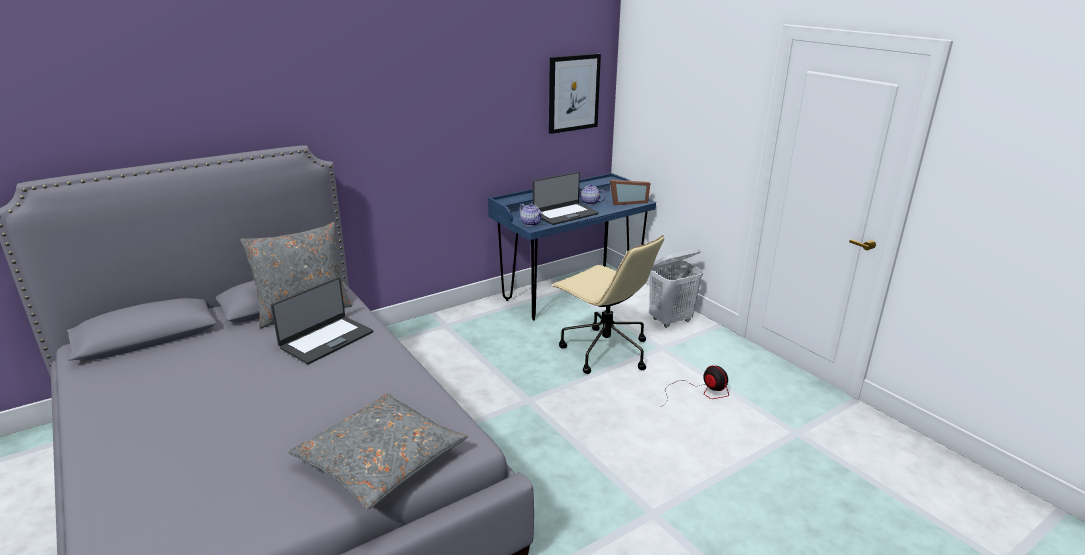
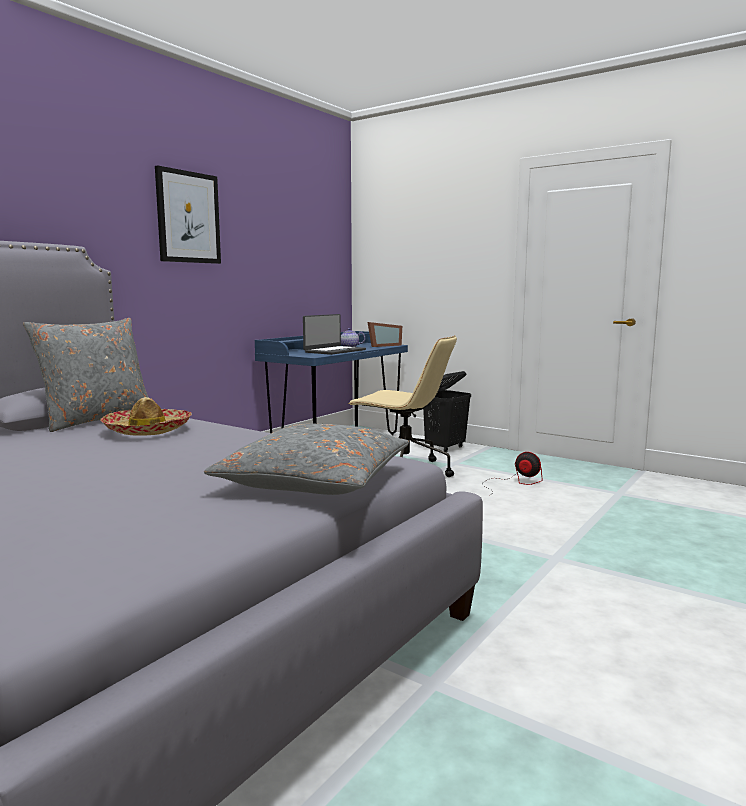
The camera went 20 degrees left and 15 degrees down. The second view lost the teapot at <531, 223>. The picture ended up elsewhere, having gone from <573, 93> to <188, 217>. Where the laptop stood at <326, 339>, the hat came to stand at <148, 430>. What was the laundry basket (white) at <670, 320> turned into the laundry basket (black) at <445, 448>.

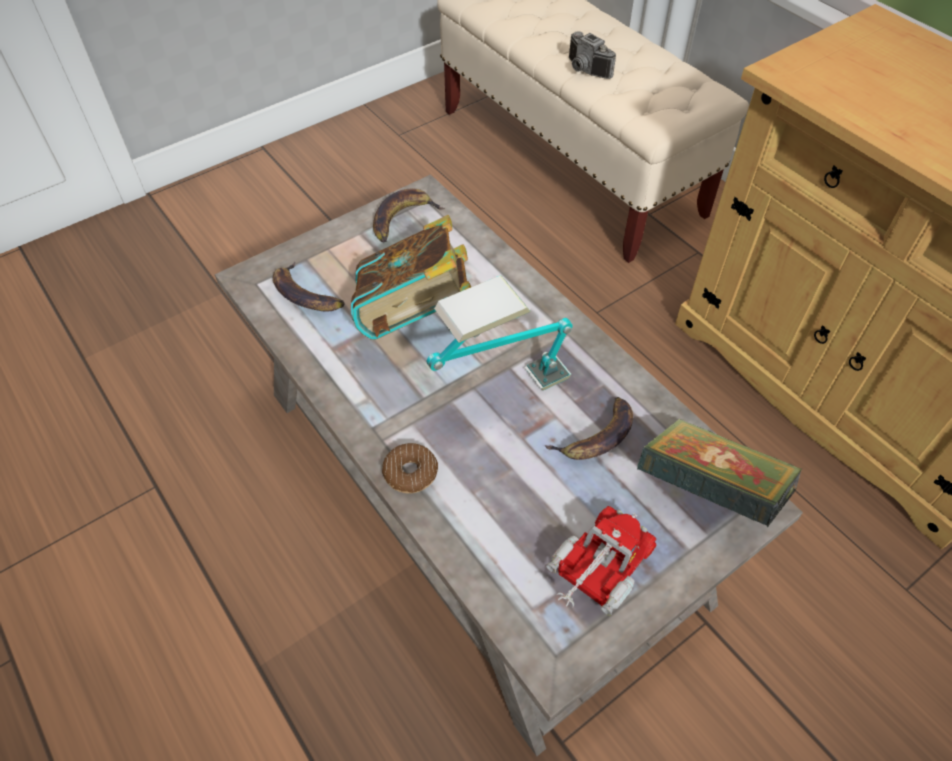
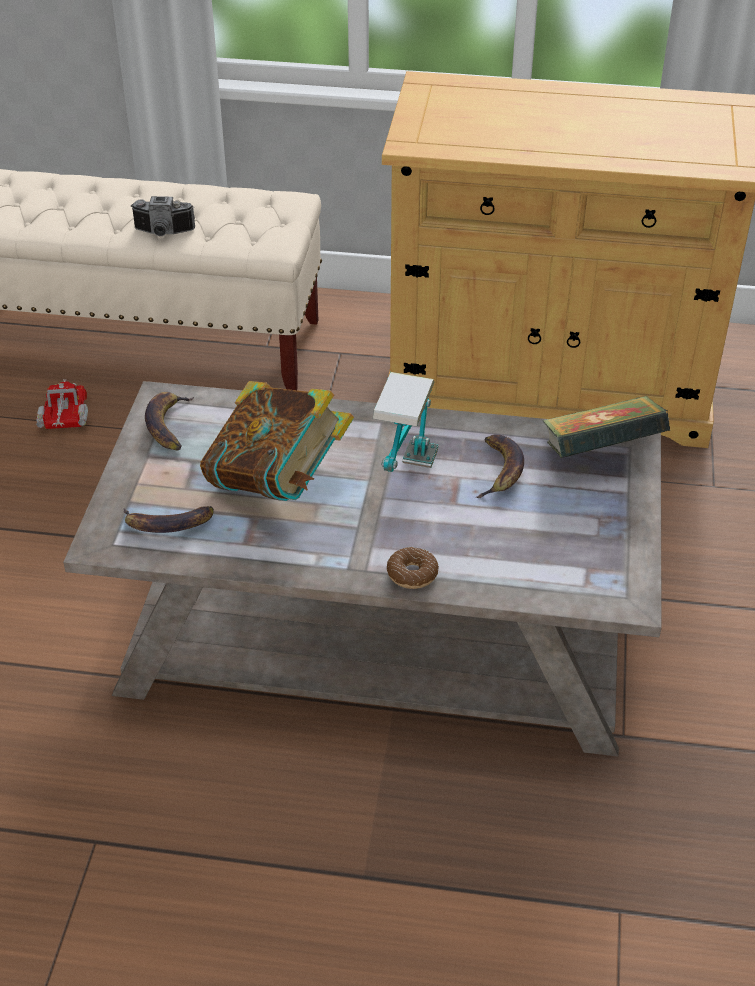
The camera went 45 degrees left and 10 degrees down. The toy truck ended up elsewhere, having gone from <596, 572> to <65, 419>.

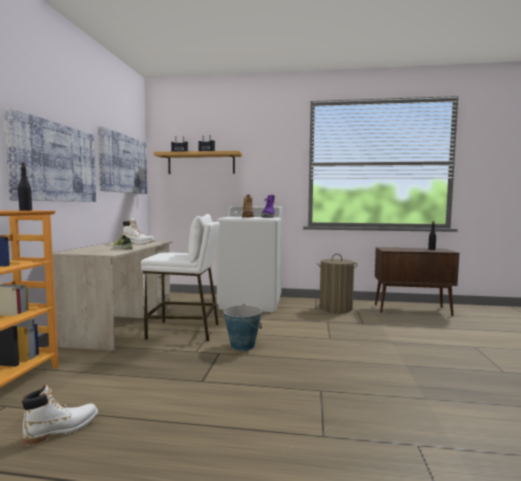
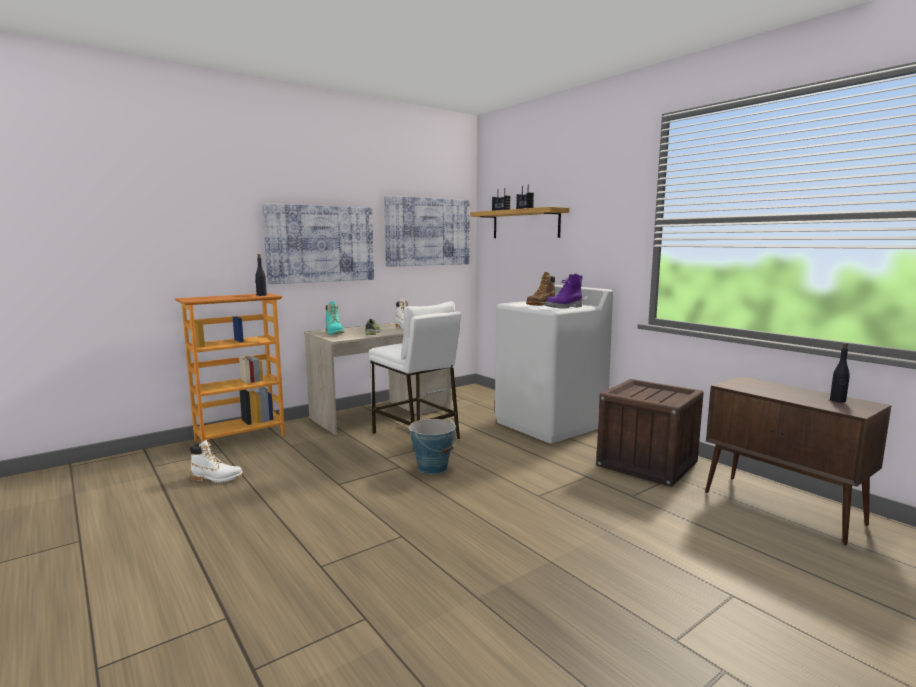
The camera went 45 degrees right and 5 degrees up. The second view gained the boot (turquoise) at <334, 333>. Where the laundry basket stood at <336, 308>, the crate came to stand at <647, 464>.

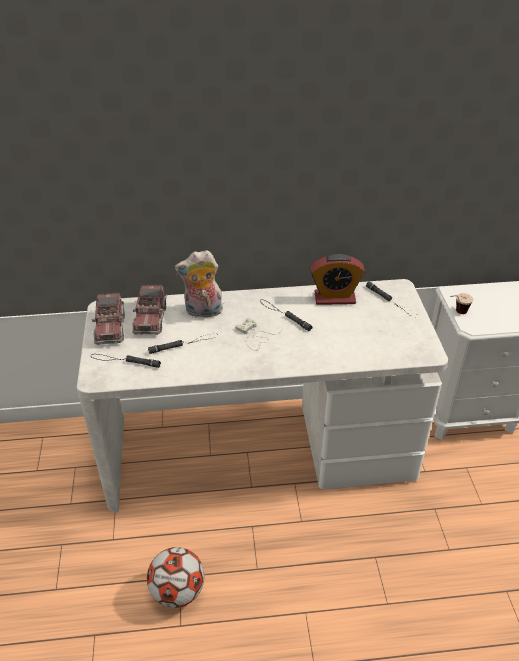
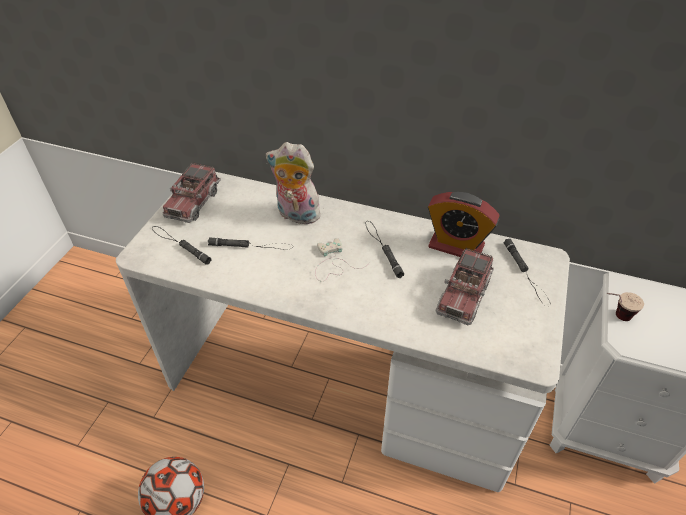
The camera went 25 degrees right and 5 degrees up. The toy truck ended up elsewhere, having gone from <150, 318> to <463, 295>.

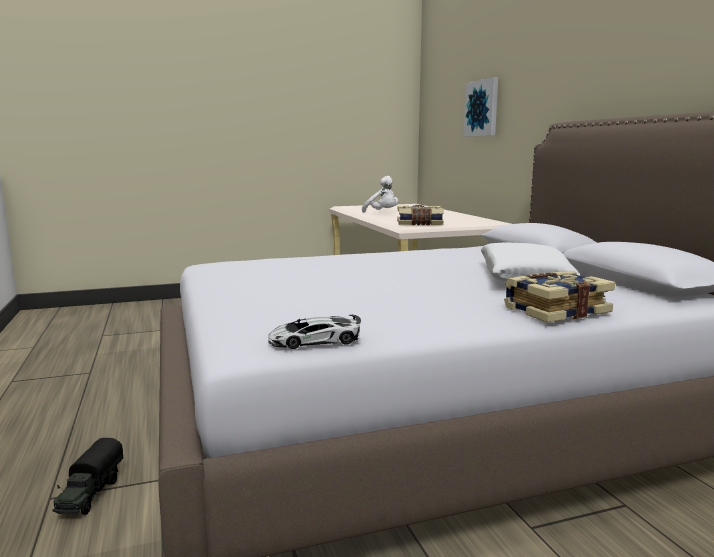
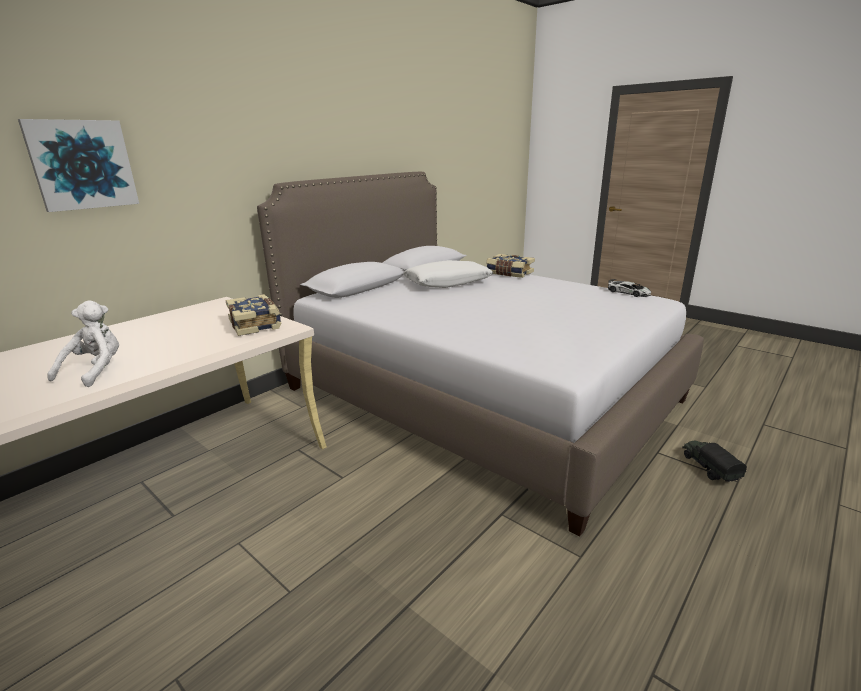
The camera went 120 degrees left and 10 degrees up. The toy truck at <90, 494> ended up facing another way, 75 degrees counterclockwise from before.

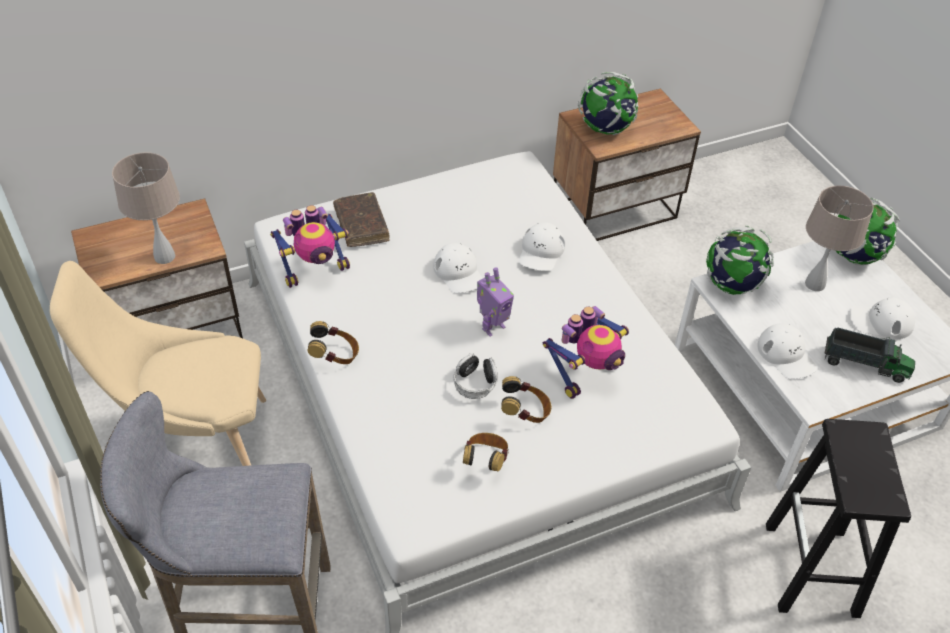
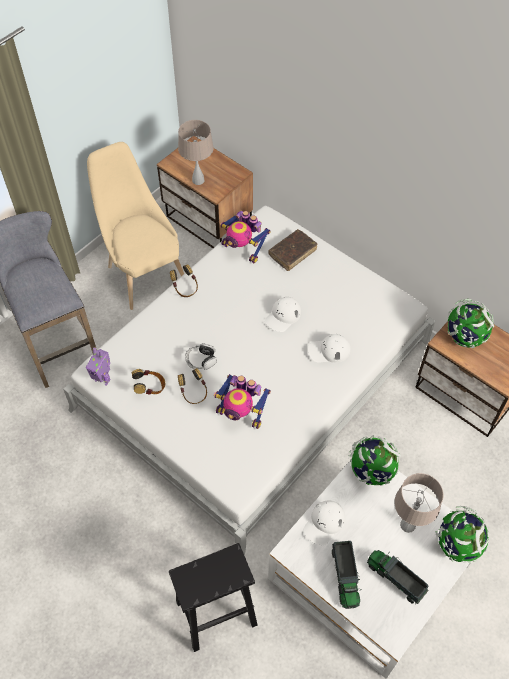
The camera went 65 degrees right and 10 degrees up. The toy robot ended up elsewhere, having gone from <492, 327> to <103, 379>. Where the cap (white) stood at <880, 322>, the toy truck came to stand at <395, 578>.

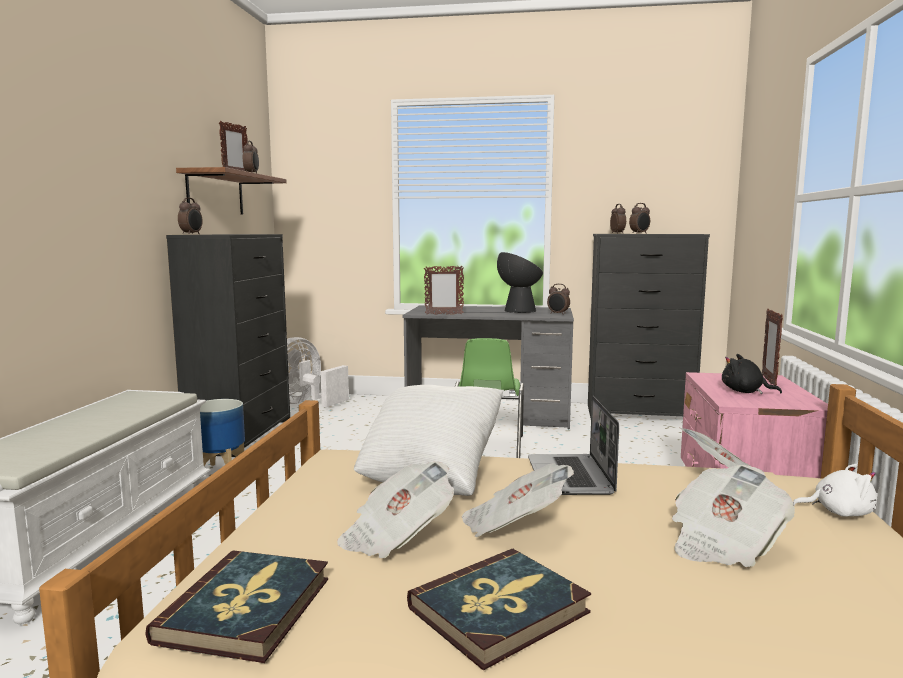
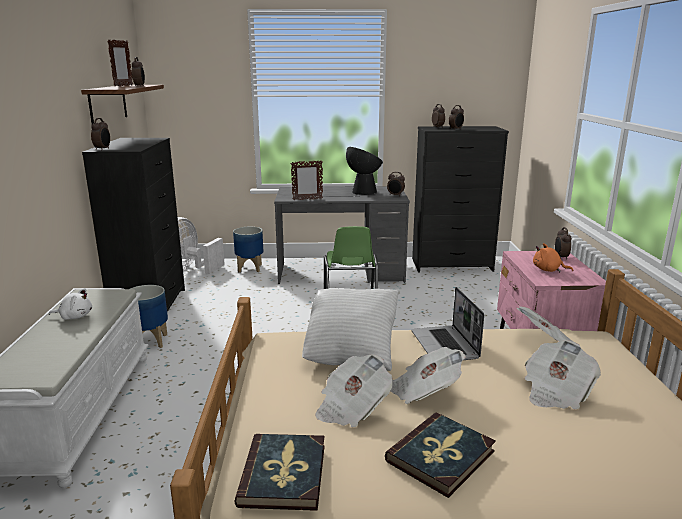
The camera went 10 degrees left and 10 degrees up. The second view gained the planter at <250, 268>. The plush toy (white) ended up elsewhere, having gone from <838, 512> to <75, 316>. Where the picture frame stood at <769, 381>, the alarm clock came to stand at <560, 257>. What was the plush toy (black) at <745, 392> turned into the plush toy (orange) at <548, 270>.

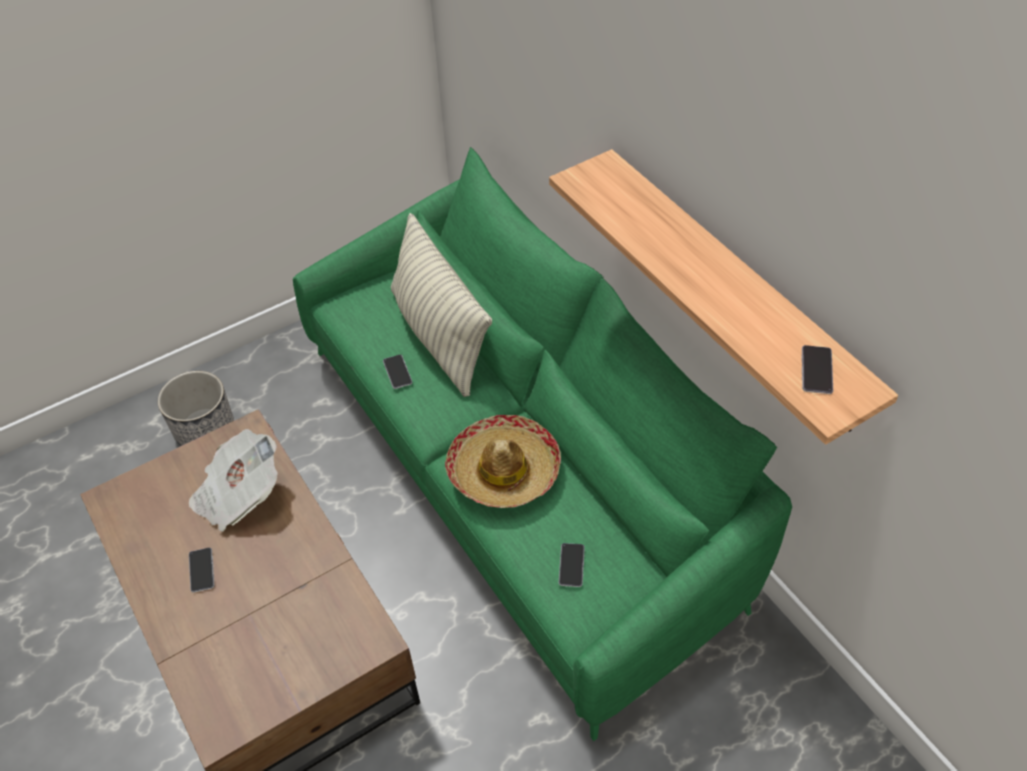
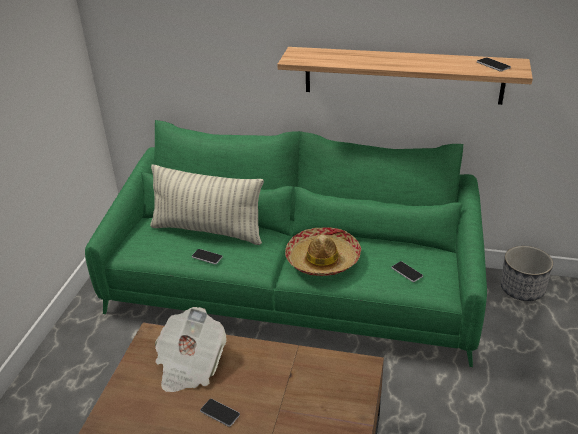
The camera went 45 degrees left and 15 degrees down. The planter ended up elsewhere, having gone from <205, 429> to <522, 289>.

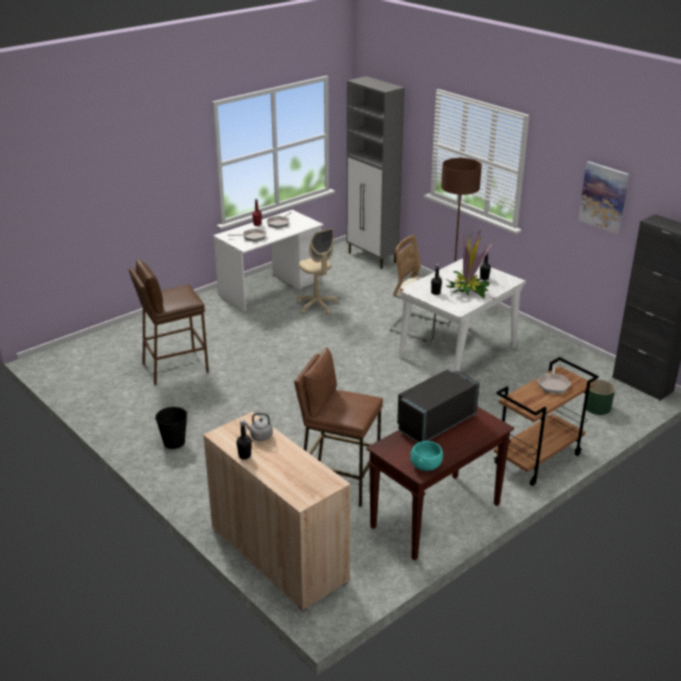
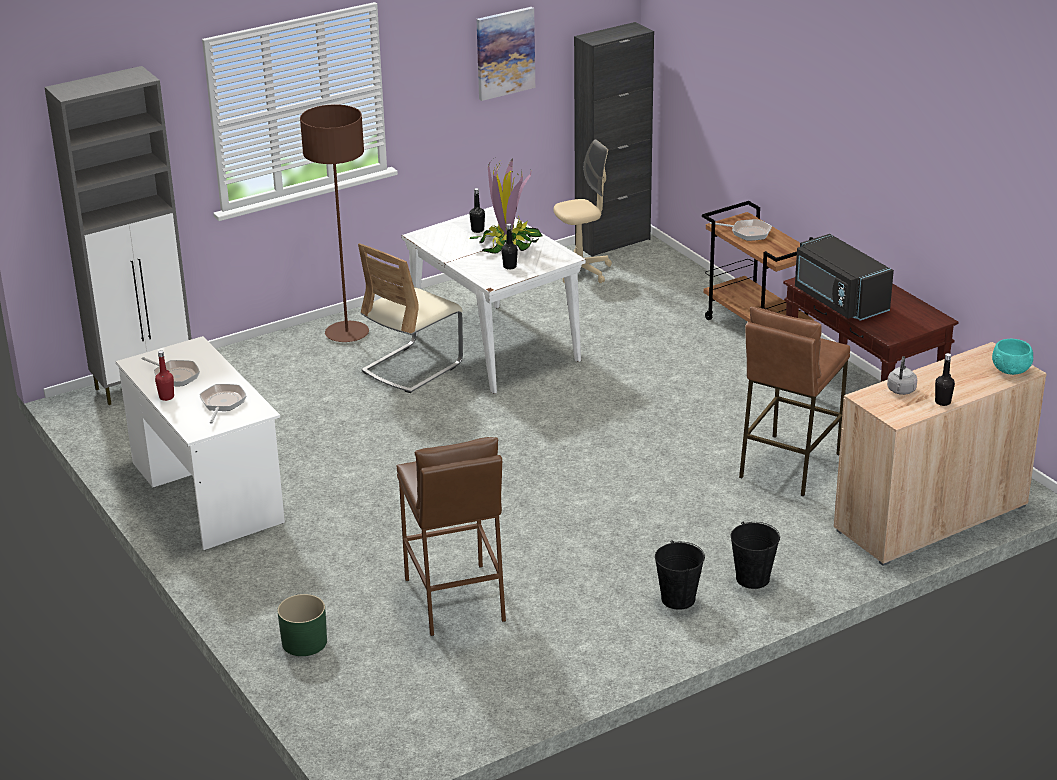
The camera went 80 degrees left and 0 degrees up. The second view gained the bucket (black) at <752, 578>. The office chair (beige) ended up elsewhere, having gone from <317, 306> to <580, 272>. The bowl (turquoise) ended up elsewhere, having gone from <426, 466> to <1011, 369>. The planter (green) ended up elsewhere, having gone from <597, 407> to <304, 642>.

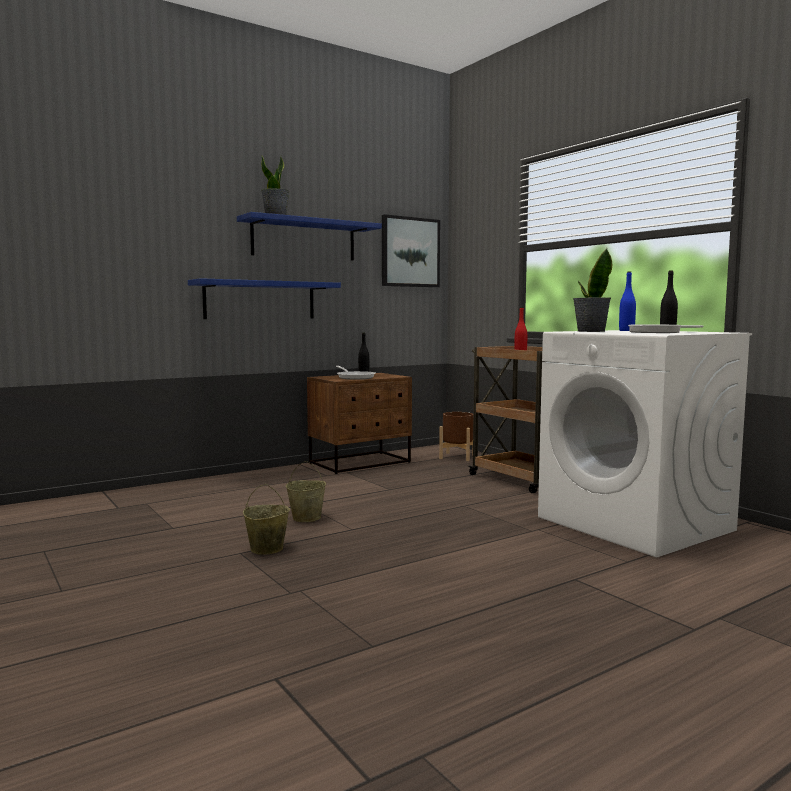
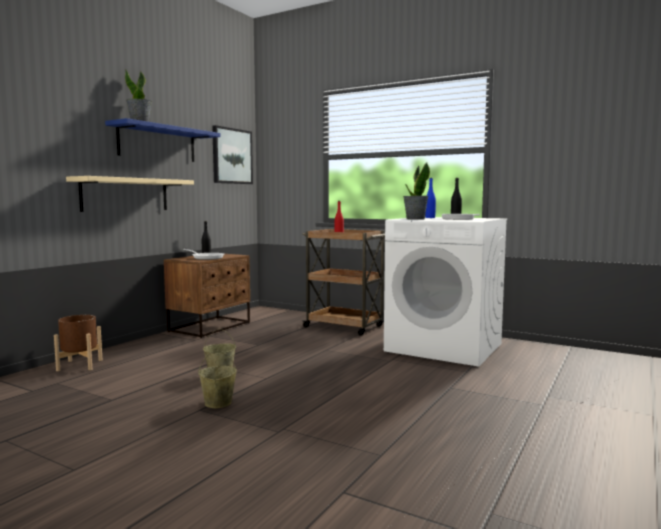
The camera went 25 degrees left and 0 degrees up. The planter (brown) ended up elsewhere, having gone from <457, 457> to <80, 365>. What was the shelf (blue) at <260, 300> turned into the shelf (beige) at <125, 194>.

